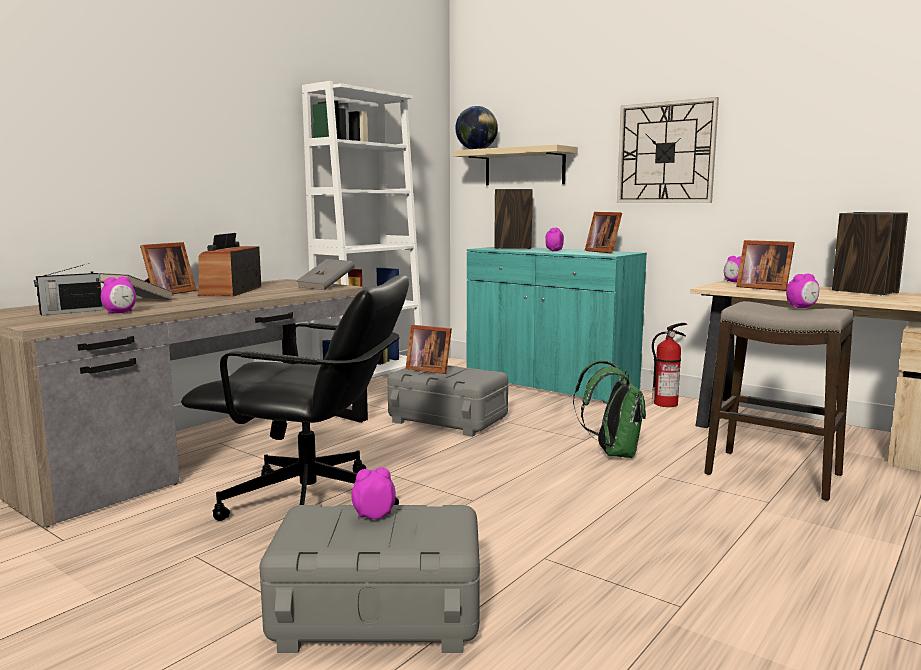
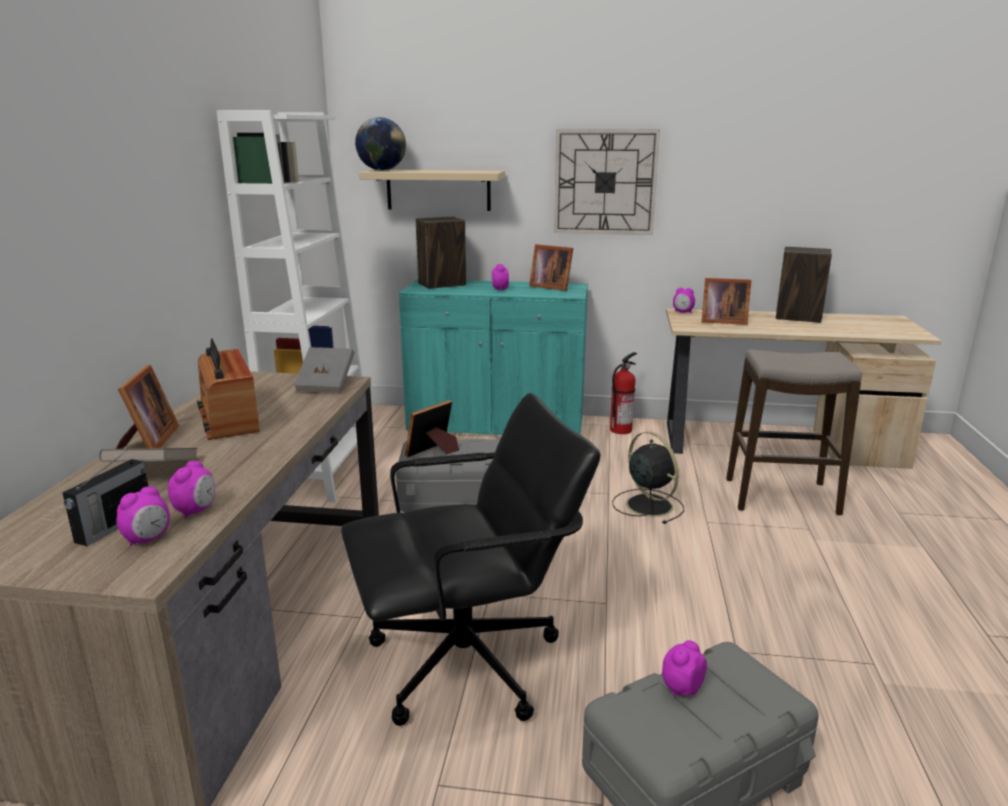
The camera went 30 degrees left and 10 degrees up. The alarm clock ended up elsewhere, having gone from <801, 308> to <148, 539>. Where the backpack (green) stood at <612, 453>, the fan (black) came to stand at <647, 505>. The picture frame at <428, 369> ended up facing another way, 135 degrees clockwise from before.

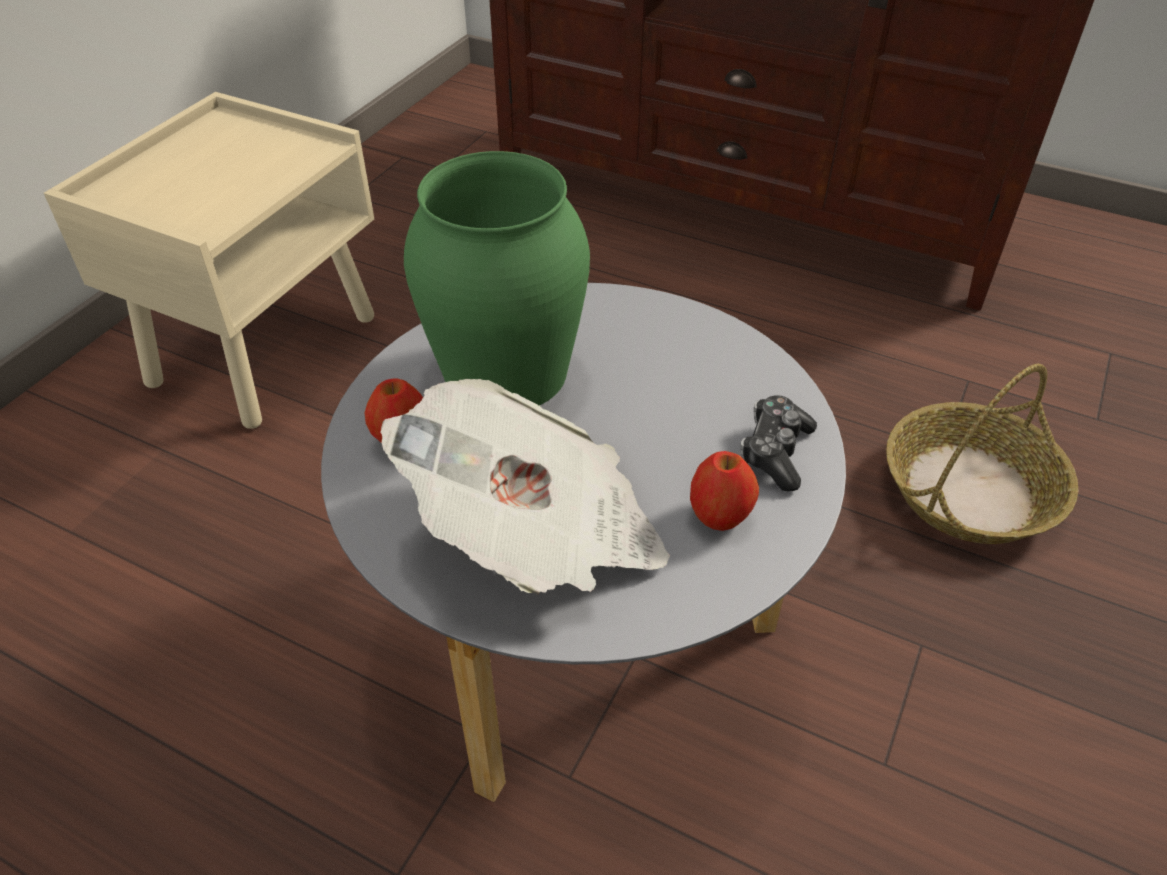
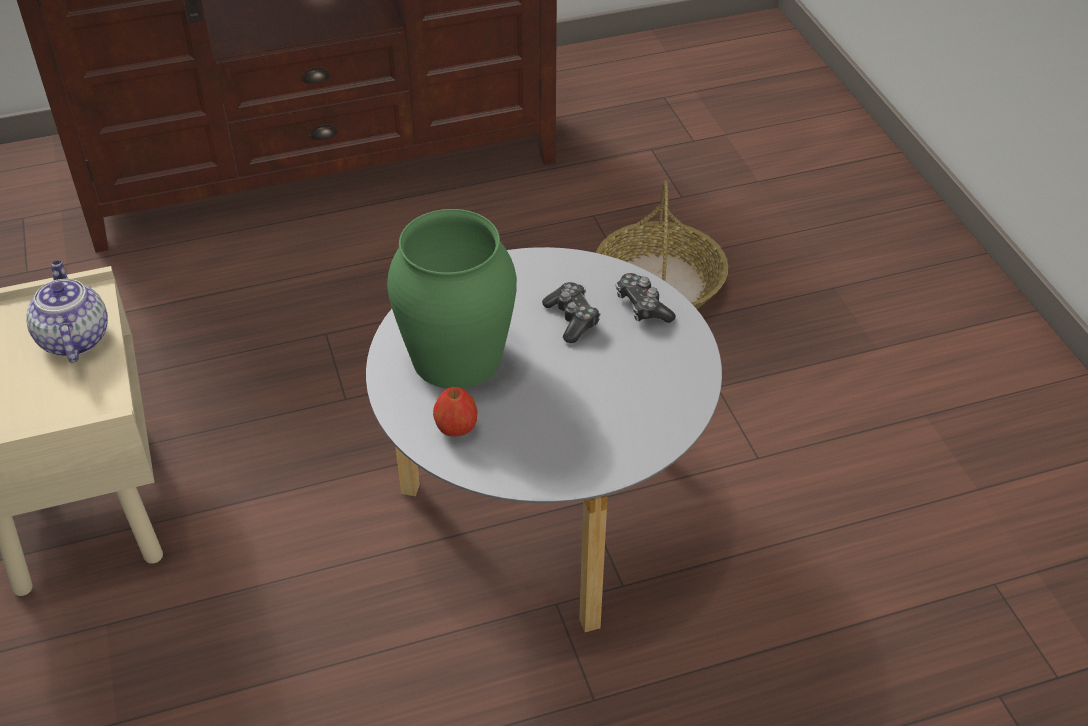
The camera went 45 degrees left and 0 degrees up. The second view lost the newspaper at <537, 533>. The second view lost the apple at <719, 516>. The second view gained the teapot at <73, 338>. The second view gained the game controller at <572, 319>.

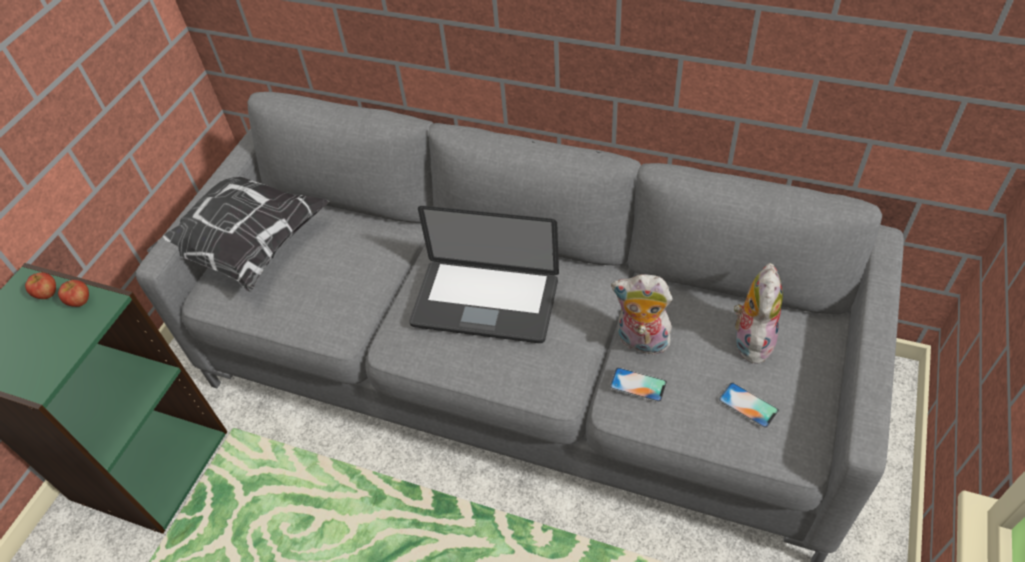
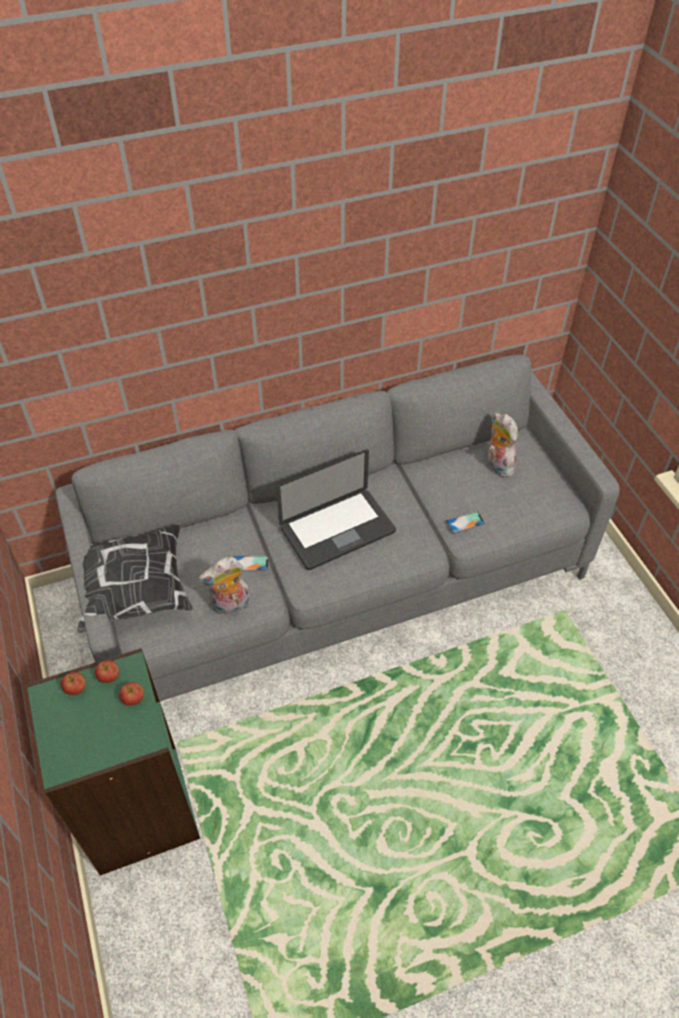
The camera went 45 degrees left and 0 degrees up. The second view gained the apple at <134, 699>. The plush toy ended up elsewhere, having gone from <640, 342> to <230, 606>. The phone ended up elsewhere, having gone from <748, 405> to <250, 564>.

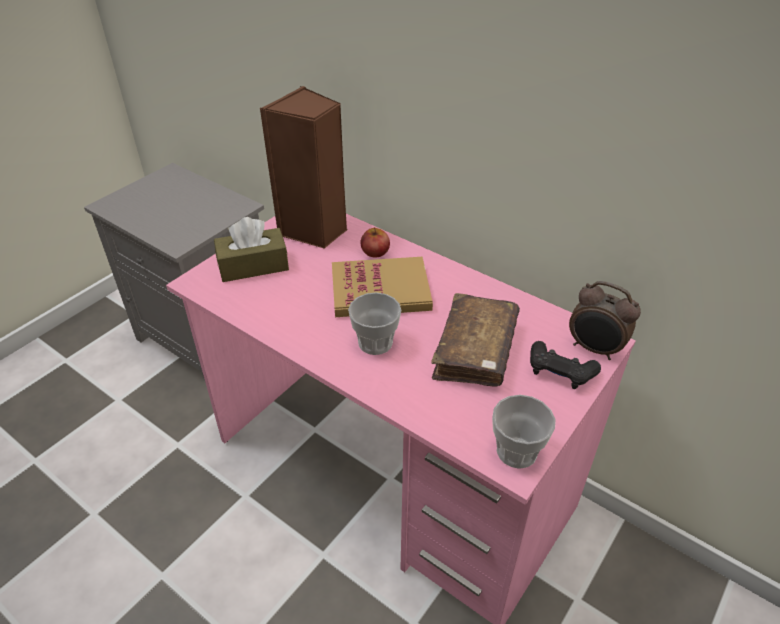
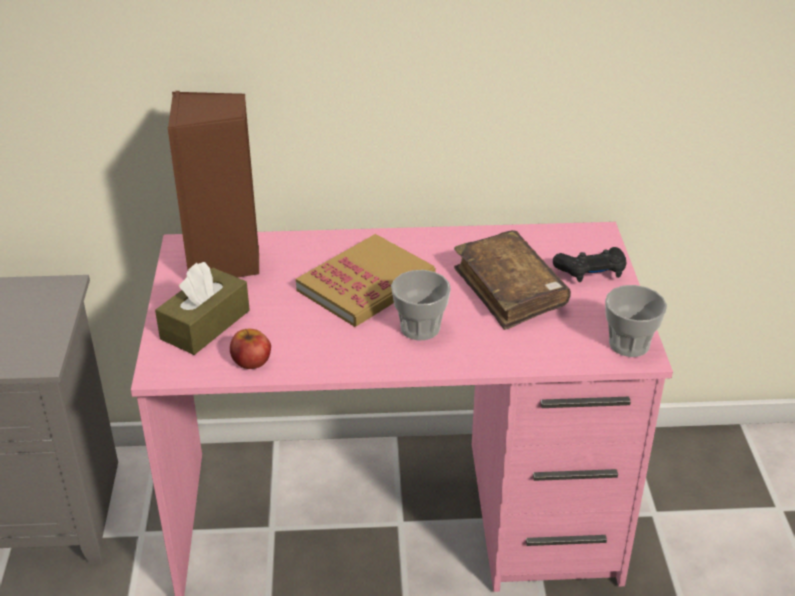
The camera went 40 degrees left and 5 degrees down. The second view lost the alarm clock at <594, 349>. The apple ended up elsewhere, having gone from <375, 251> to <251, 360>.

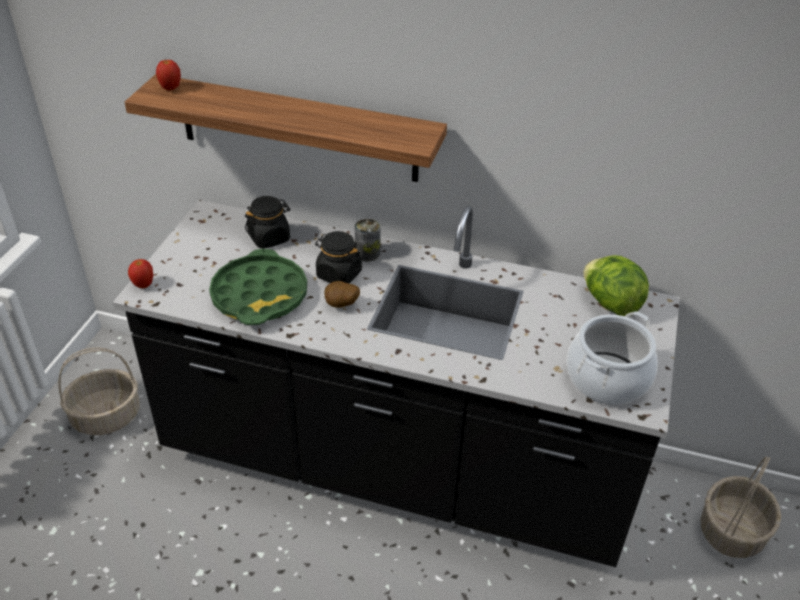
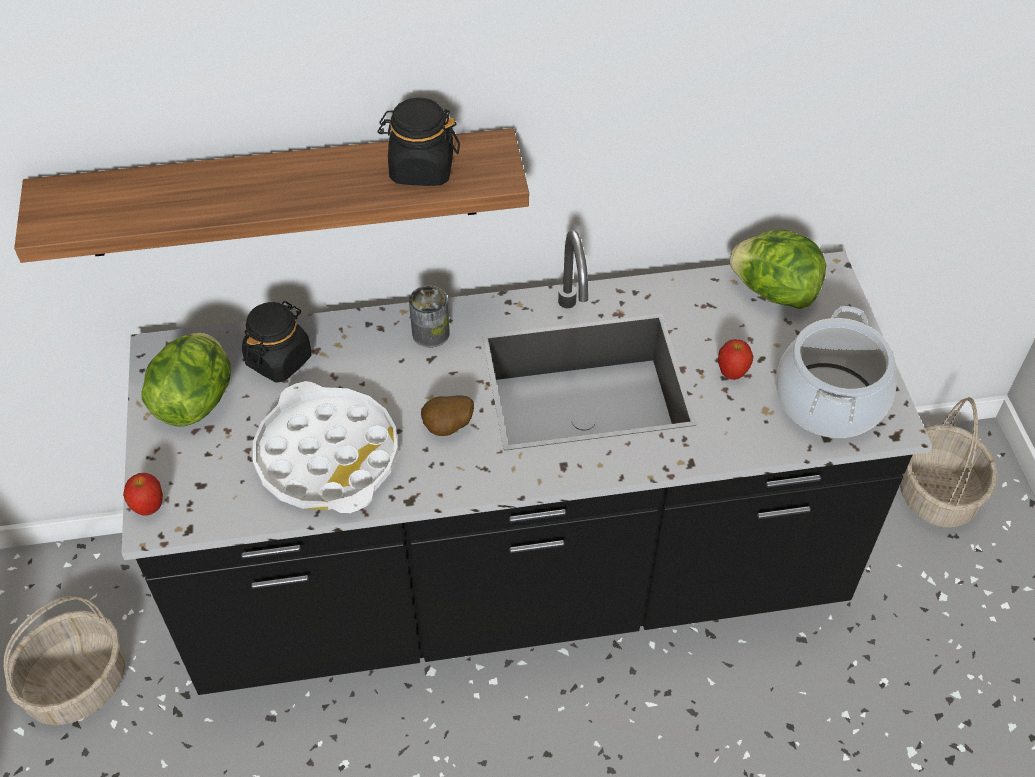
The camera went 25 degrees left and 10 degrees up. The second view gained the lettuce at <196, 400>. The apple ended up elsewhere, having gone from <171, 88> to <732, 373>. The jar (black) ended up elsewhere, having gone from <338, 274> to <421, 169>. What was the tray (green) at <260, 295> turned into the tray (white) at <328, 456>.

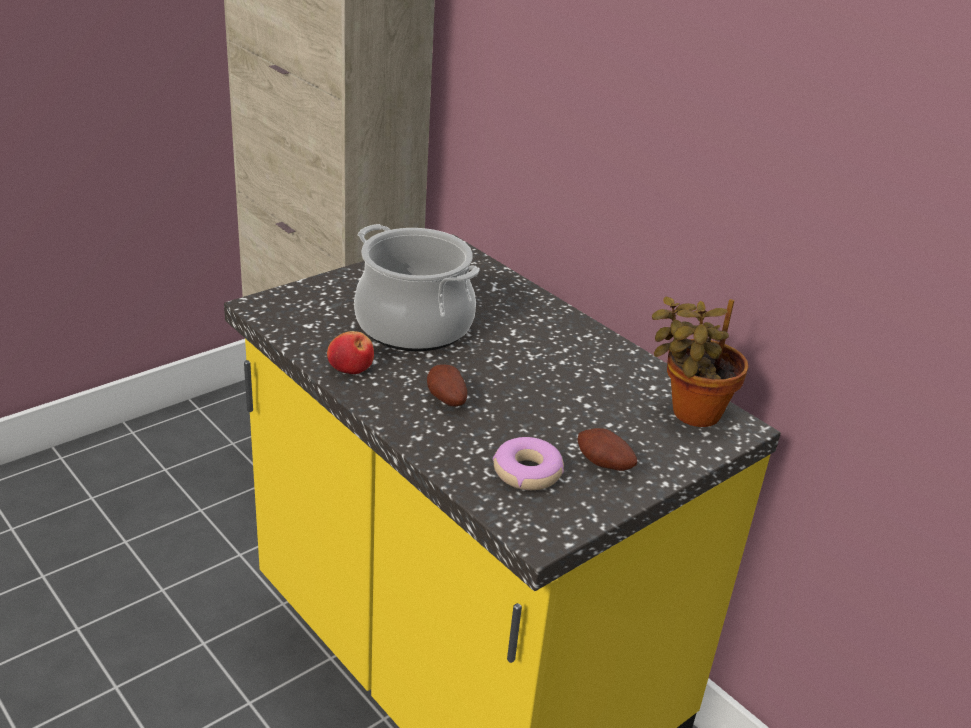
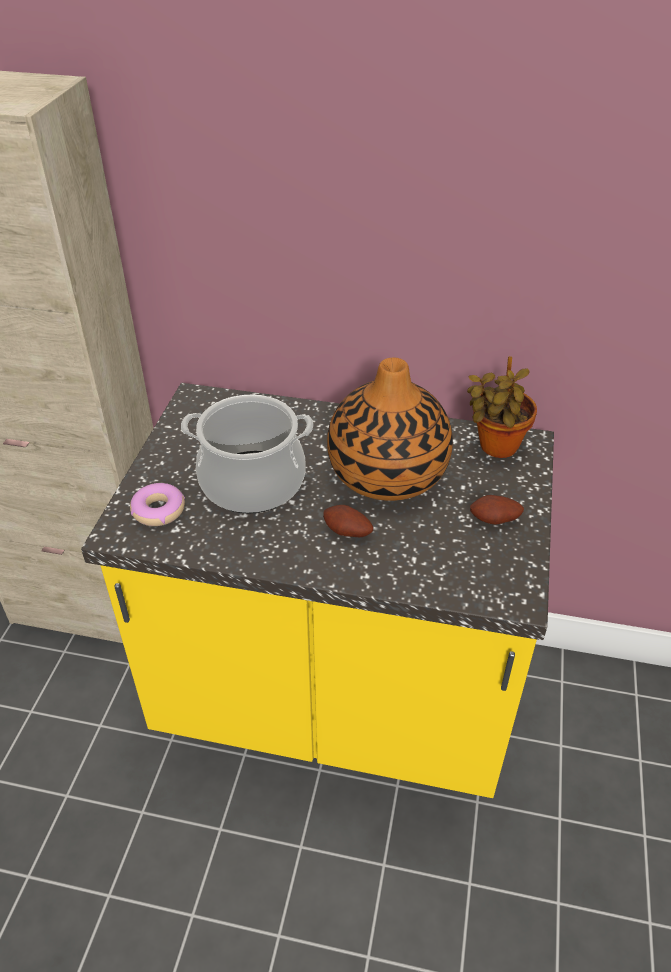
The camera went 35 degrees left and 10 degrees up. The second view lost the apple at <350, 368>. The second view gained the vase at <388, 473>. The donut ended up elsewhere, having gone from <527, 472> to <158, 510>.

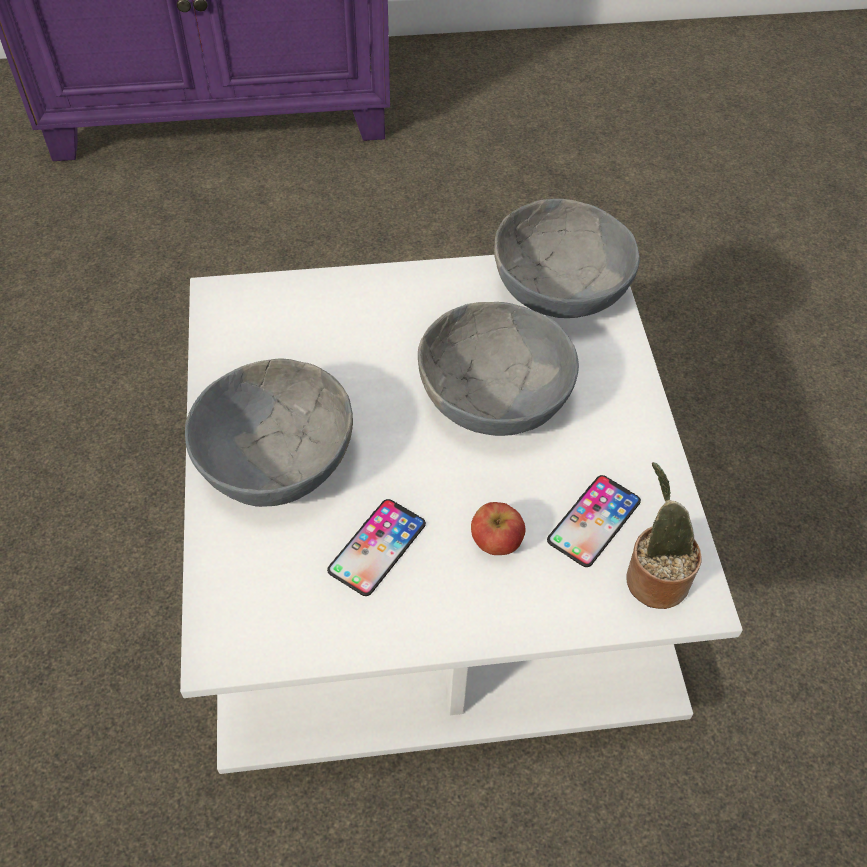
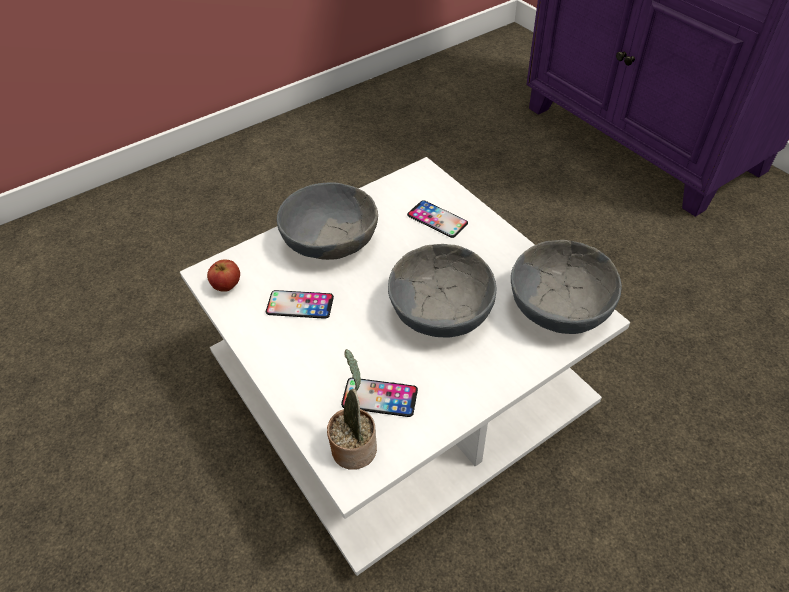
The camera went 65 degrees right and 5 degrees down. The second view gained the phone at <437, 219>. The apple ended up elsewhere, having gone from <496, 542> to <227, 286>.

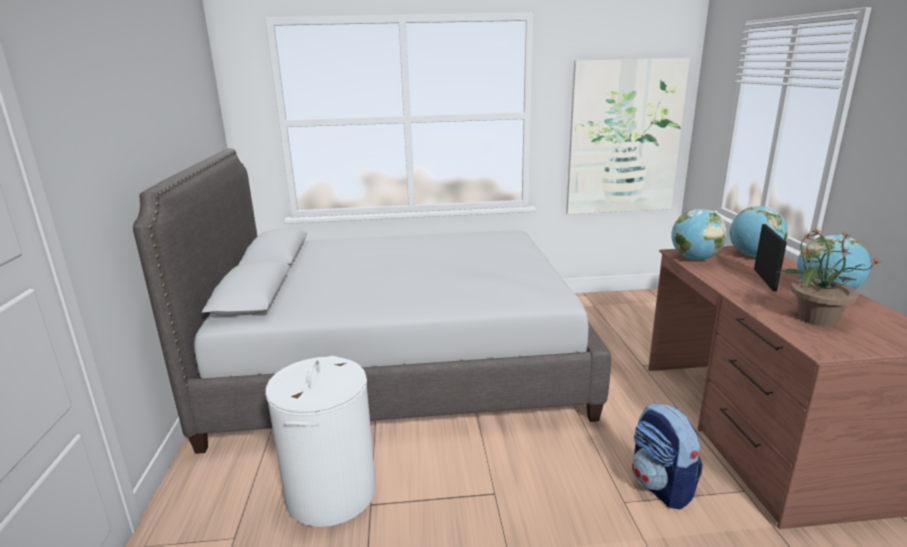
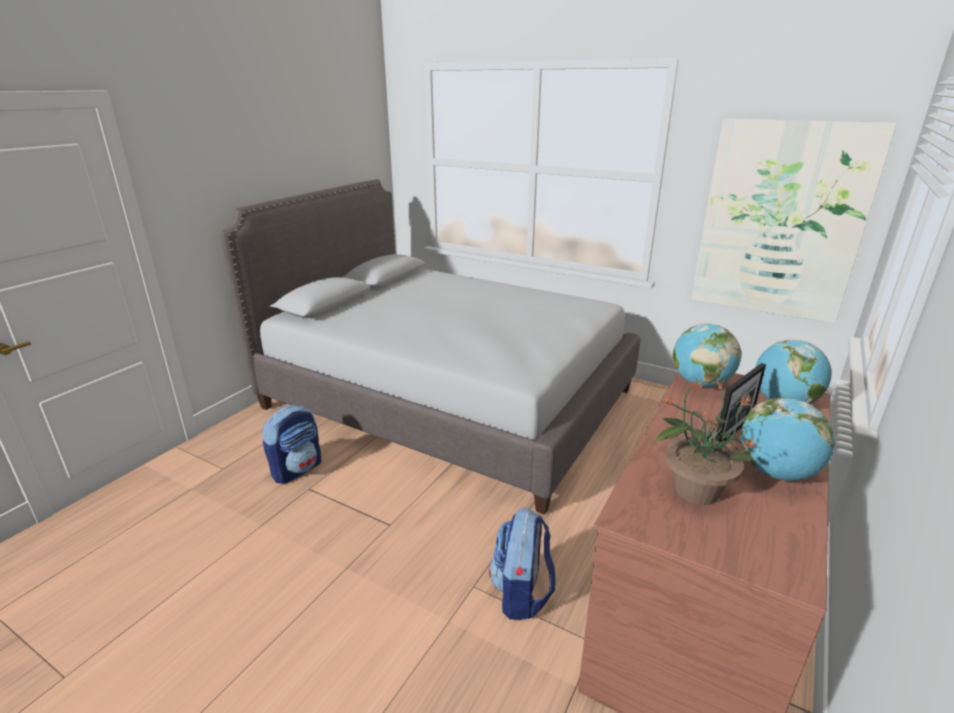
The camera went 35 degrees right and 5 degrees up. Where the laundry basket (white) stood at <331, 493>, the backpack came to stand at <297, 469>.

